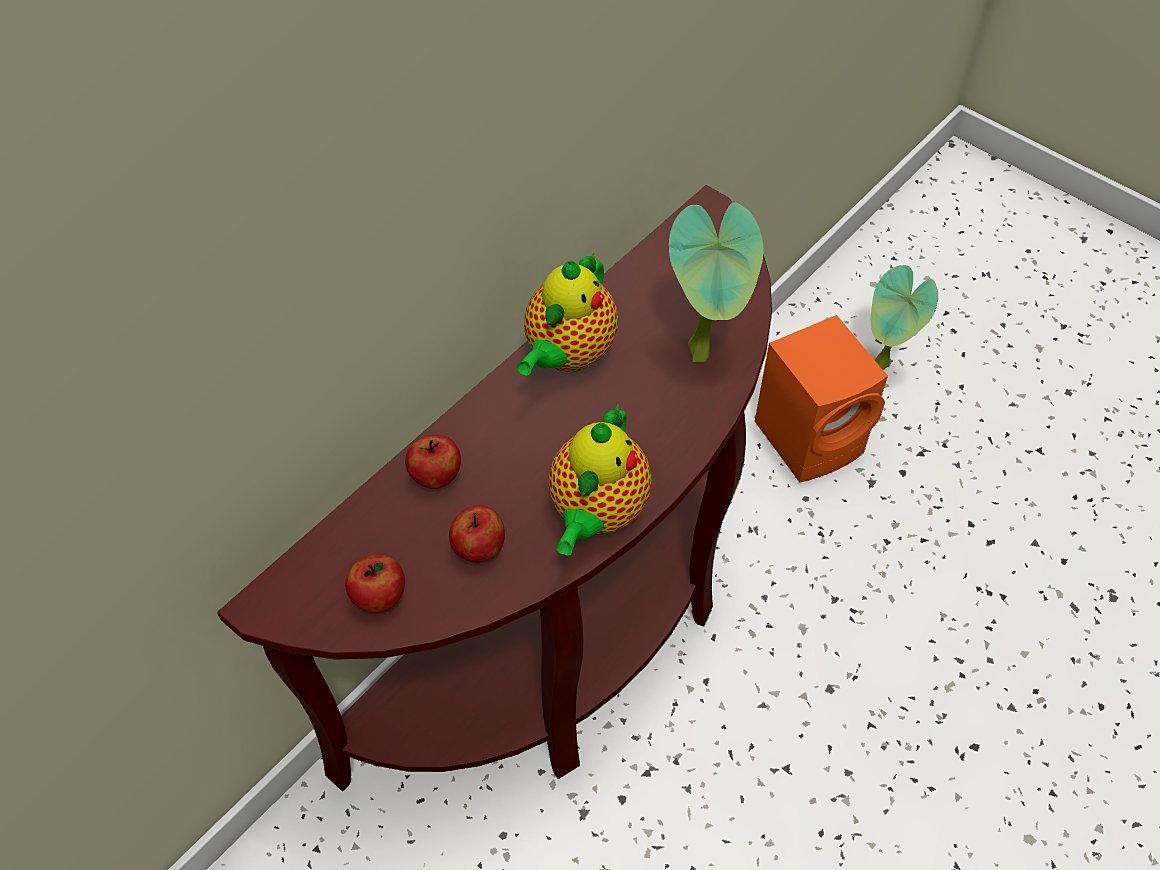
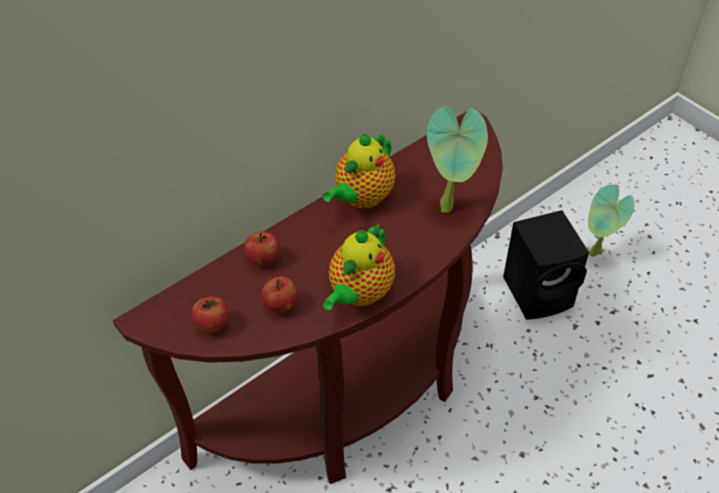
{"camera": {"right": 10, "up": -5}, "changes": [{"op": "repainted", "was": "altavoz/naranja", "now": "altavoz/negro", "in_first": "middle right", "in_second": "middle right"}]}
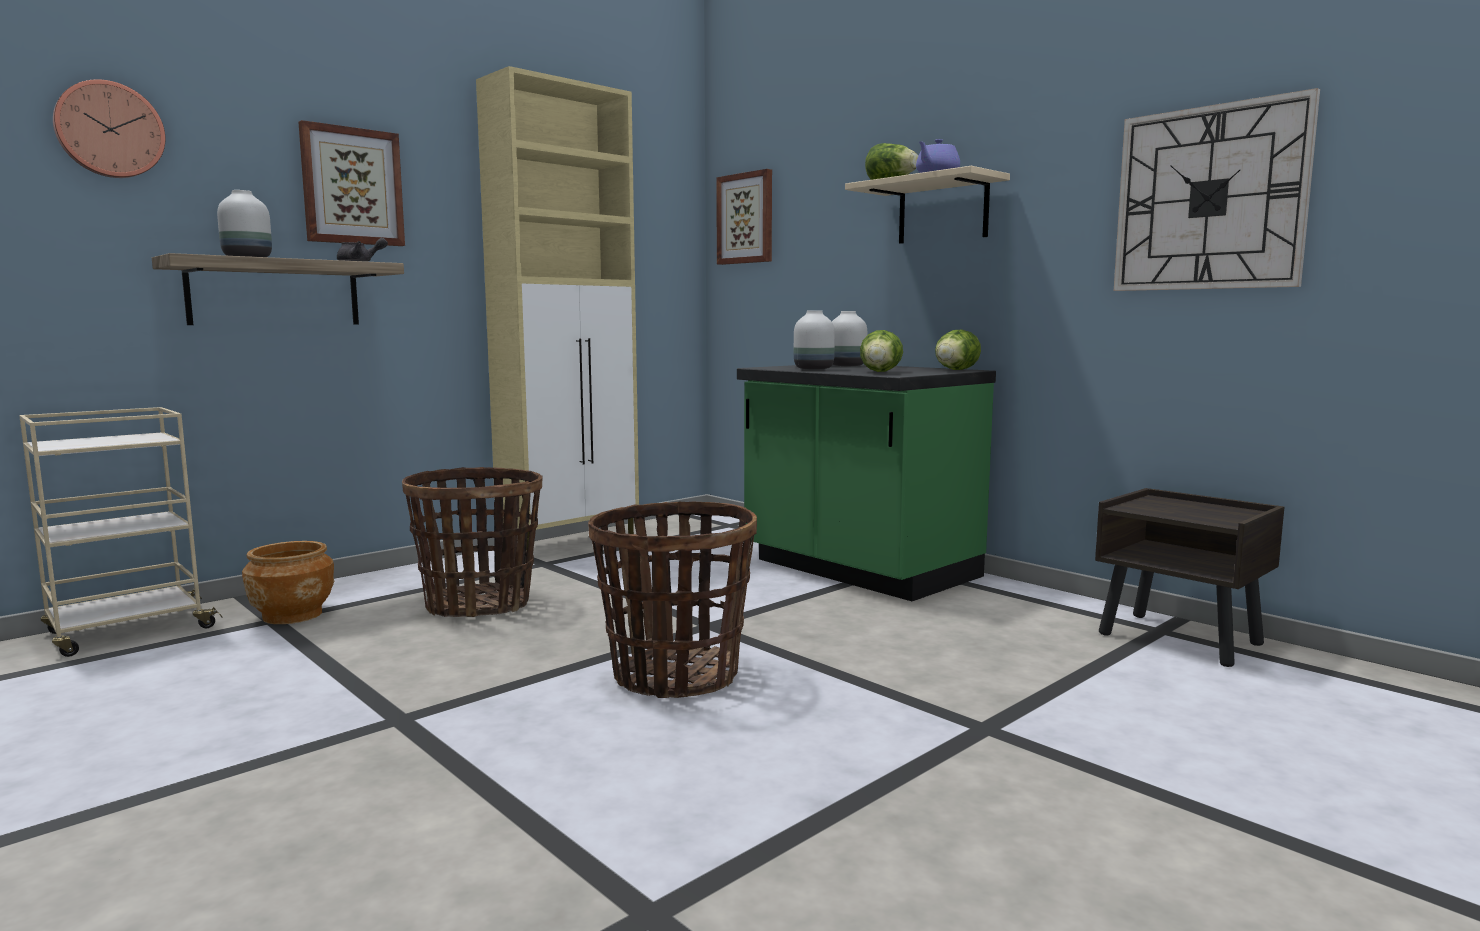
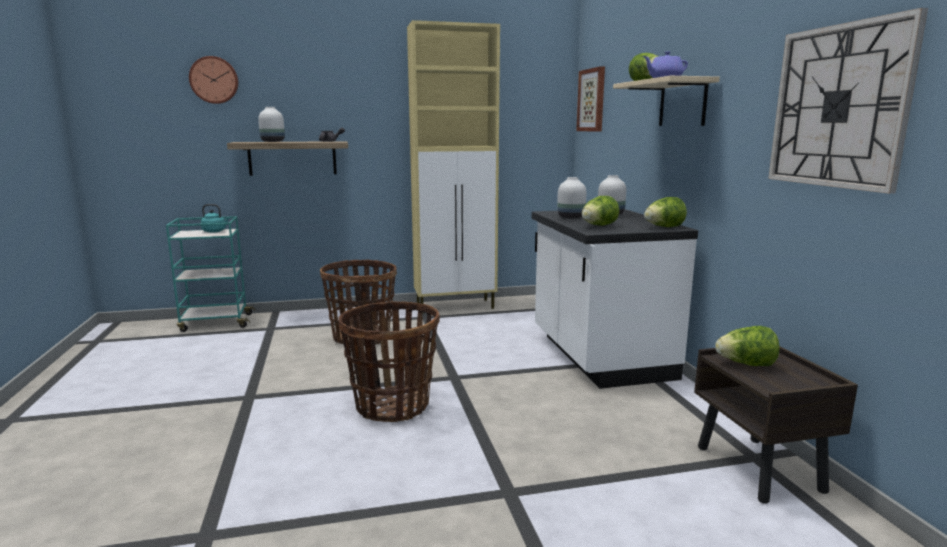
{"camera": {"right": 30, "up": 5}, "changes": [{"op": "repainted", "was": "carrito/beis", "now": "carrito/turquesa", "in_first": "middle left", "in_second": "middle left"}, {"op": "gone", "was": "maceta/marrón", "in_first": "middle left"}, {"op": "gone", "was": "cuadro (no. 1 from left)", "in_first": "top left"}, {"op": "repainted", "was": "mueble bajo de cocina/verde", "now": "mueble bajo de cocina/blanco", "in_first": "centre", "in_second": "centre"}, {"op": "new", "now": "hervidor/turquesa", "in_second": "middle left"}, {"op": "new", "now": "lechuga (no. 4 from left)", "in_second": "middle right"}]}
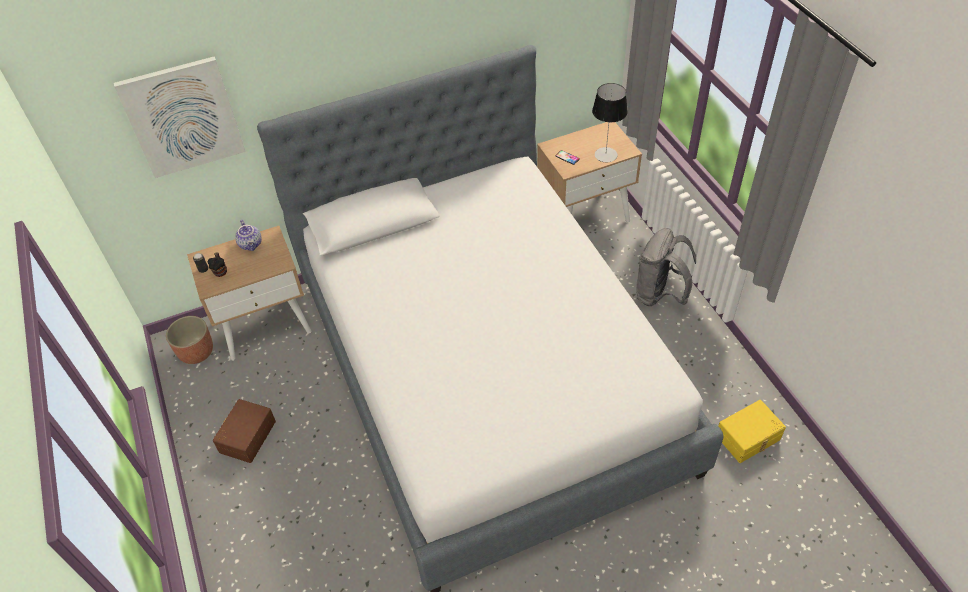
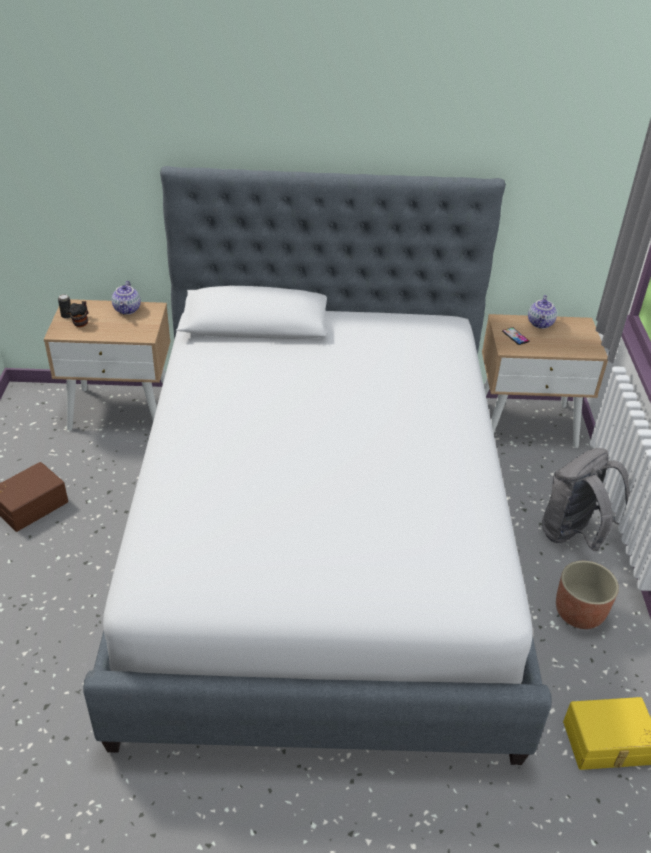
{"camera": {"right": 20, "up": -10}, "changes": [{"op": "gone", "was": "cuadro", "in_first": "top left"}, {"op": "shifted", "was": "maceta", "in_first": "middle left", "in_second": "bottom right"}, {"op": "gone", "was": "lámpara de mesa", "in_first": "top centre"}, {"op": "new", "now": "tetera (no. 2 from left)", "in_second": "middle right"}]}
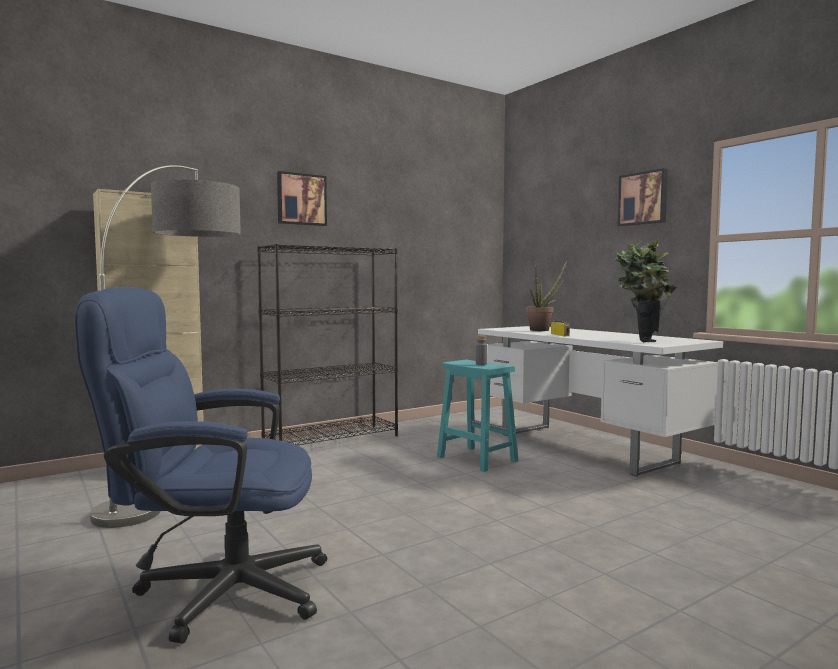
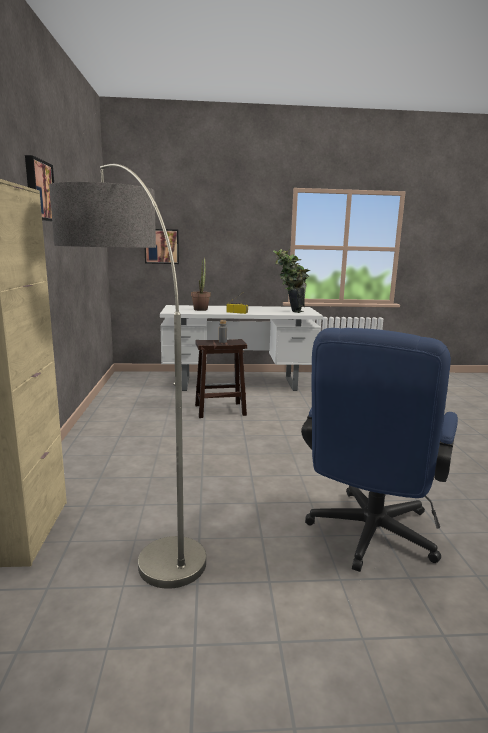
{"camera": {"right": -60, "up": 10}, "changes": [{"op": "gone", "was": "estantería/negro", "in_first": "centre"}, {"op": "repainted", "was": "taburete/turquesa", "now": "taburete/marrón", "in_first": "centre", "in_second": "centre"}, {"op": "shifted", "was": "cuadro (no. 2 from left)", "in_first": "top right", "in_second": "middle left"}]}
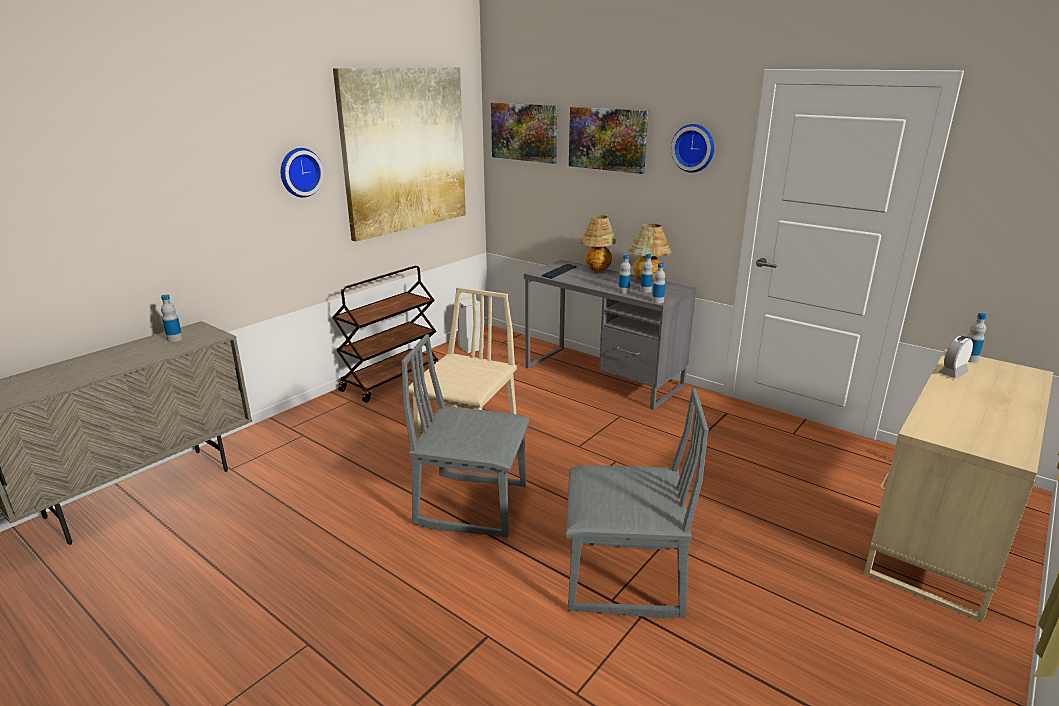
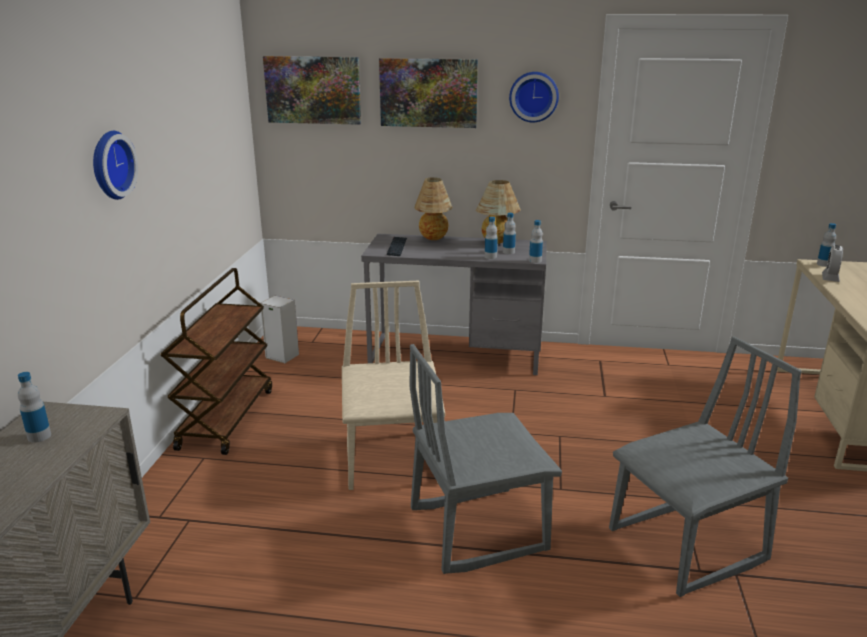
{"camera": {"right": -30, "up": 0}, "changes": [{"op": "gone", "was": "cuadro (no. 1 from left)", "in_first": "top centre"}]}
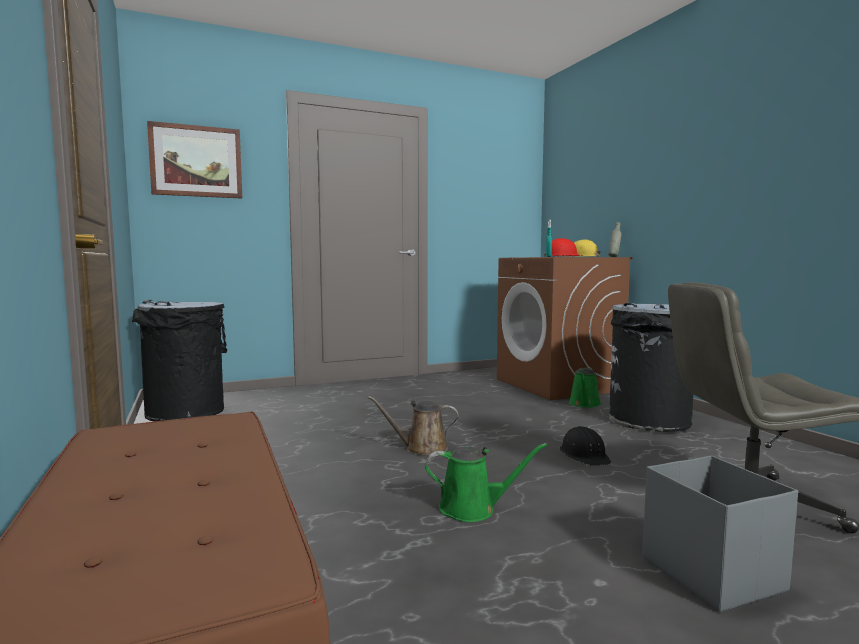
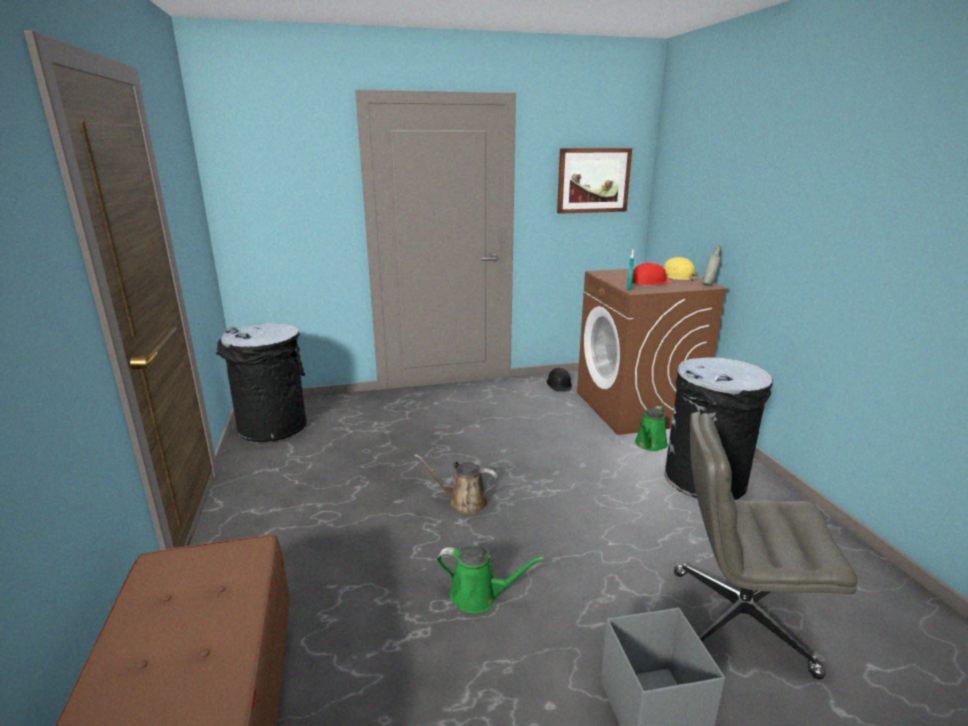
{"camera": {"right": 10, "up": 15}, "changes": [{"op": "shifted", "was": "cuadro", "in_first": "top left", "in_second": "top centre"}, {"op": "shifted", "was": "casco/negro", "in_first": "bottom right", "in_second": "centre"}]}
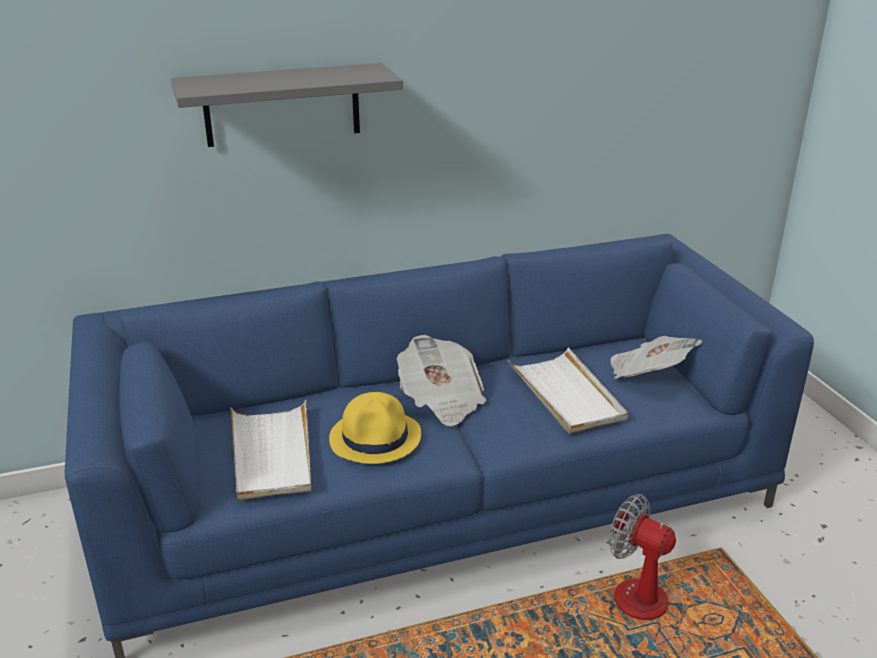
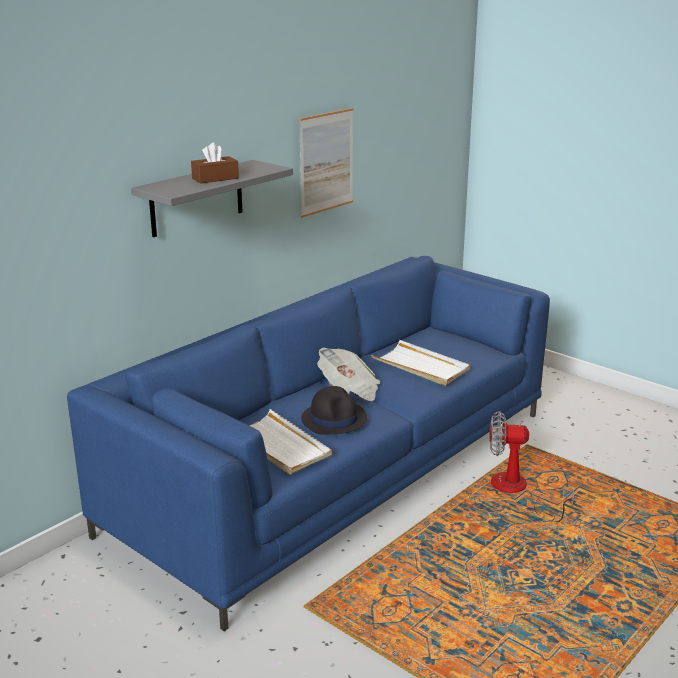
{"camera": {"right": -30, "up": -5}, "changes": [{"op": "repainted", "was": "sombrero/amarillo", "now": "sombrero/negro", "in_first": "centre", "in_second": "centre"}, {"op": "gone", "was": "periódico (no. 2 from left)", "in_first": "middle right"}, {"op": "new", "now": "caja de pañuelos/marrón", "in_second": "top left"}, {"op": "new", "now": "cuadro", "in_second": "top centre"}]}
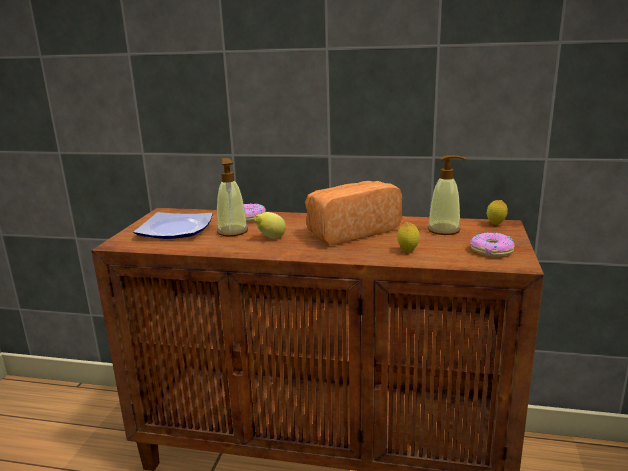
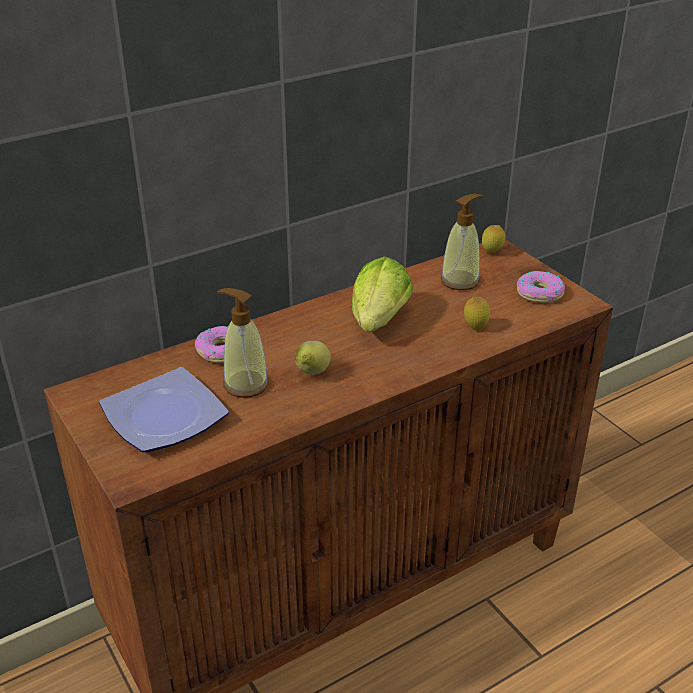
{"camera": {"right": -45, "up": 15}, "changes": [{"op": "swapped", "was": "pan", "now": "lechuga", "in_first": "centre", "in_second": "centre"}]}
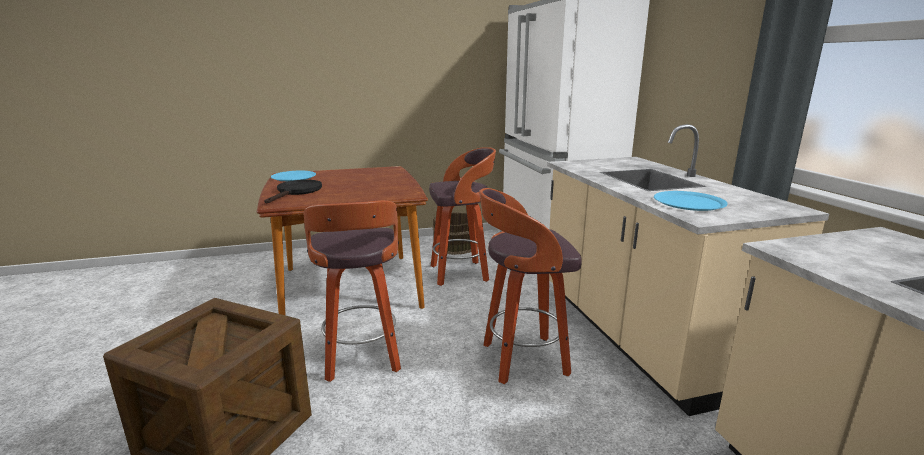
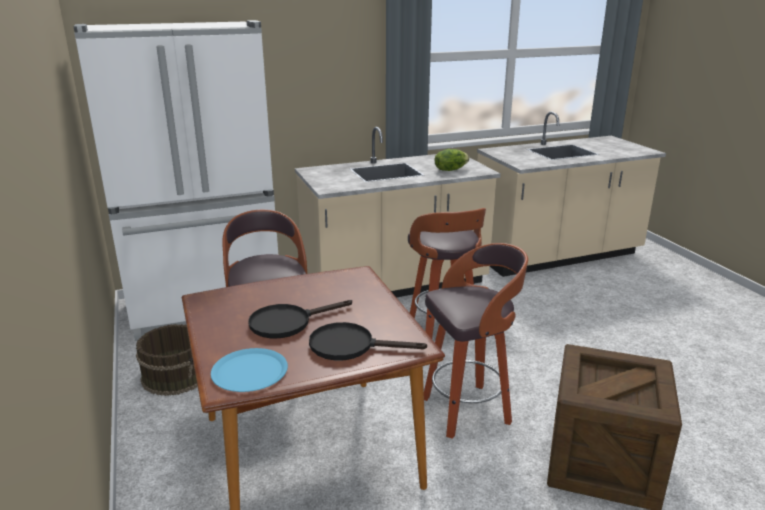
{"camera": {"right": -95, "up": 5}, "changes": [{"op": "swapped", "was": "plato/azul (no. 2 from left)", "now": "lechuga", "in_first": "middle right", "in_second": "top centre"}, {"op": "new", "now": "sartén/negro (no. 1 from left)", "in_second": "centre"}]}
